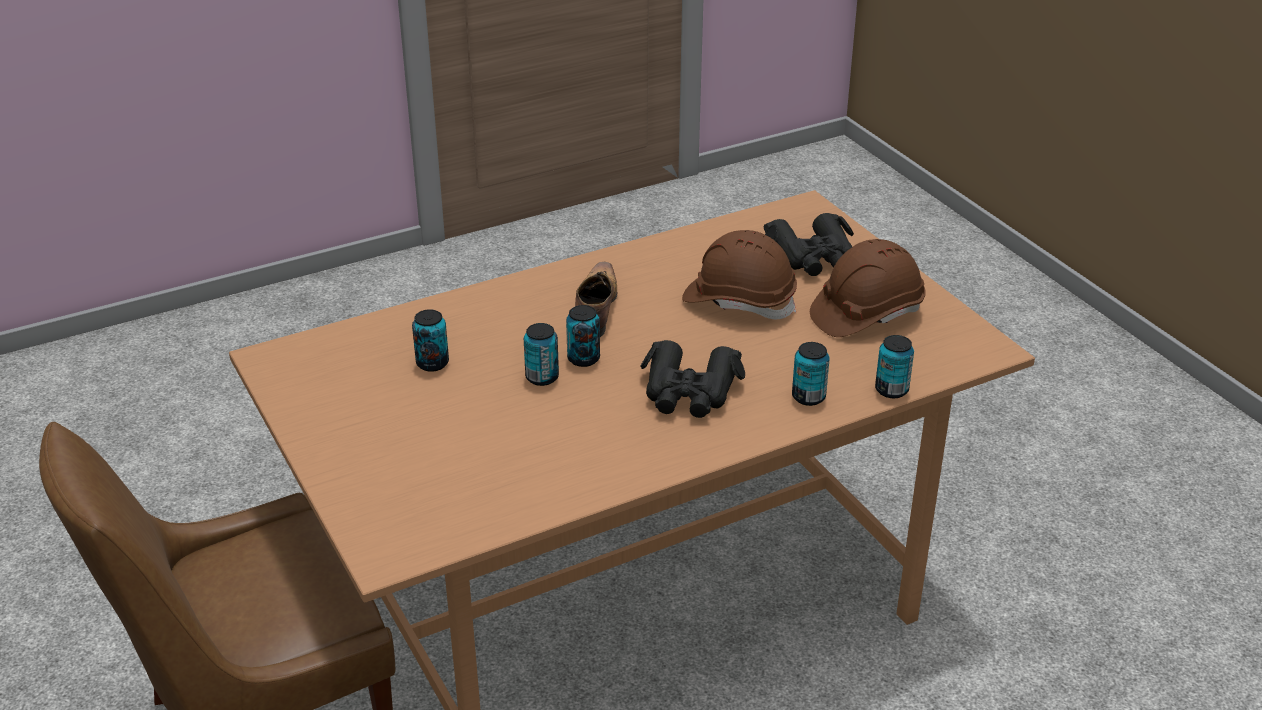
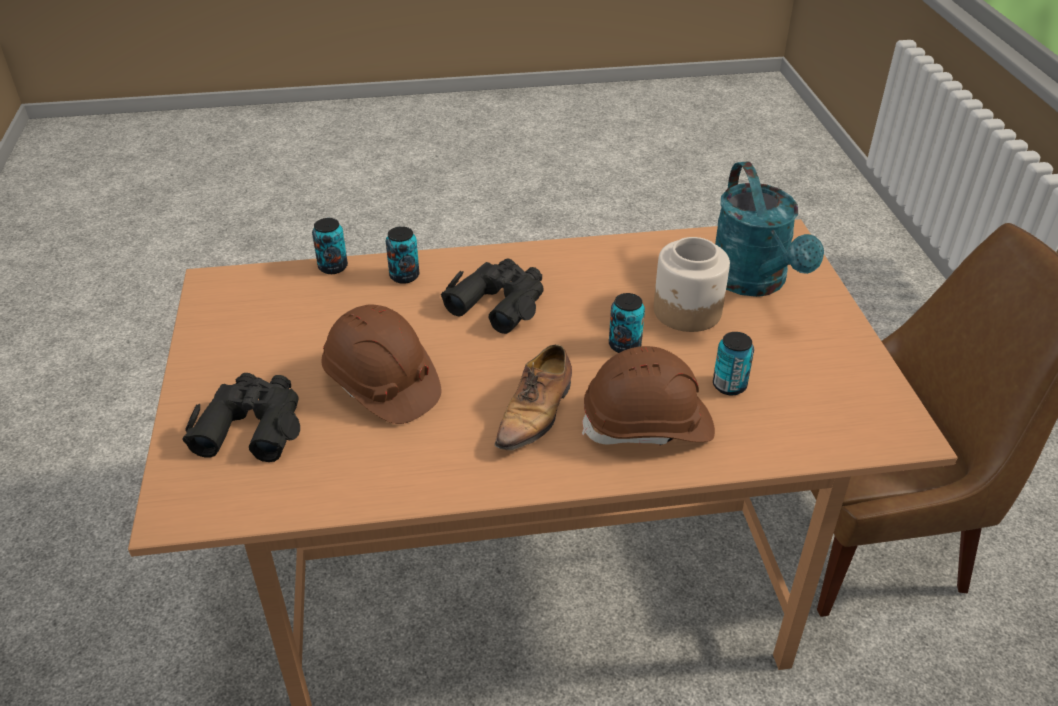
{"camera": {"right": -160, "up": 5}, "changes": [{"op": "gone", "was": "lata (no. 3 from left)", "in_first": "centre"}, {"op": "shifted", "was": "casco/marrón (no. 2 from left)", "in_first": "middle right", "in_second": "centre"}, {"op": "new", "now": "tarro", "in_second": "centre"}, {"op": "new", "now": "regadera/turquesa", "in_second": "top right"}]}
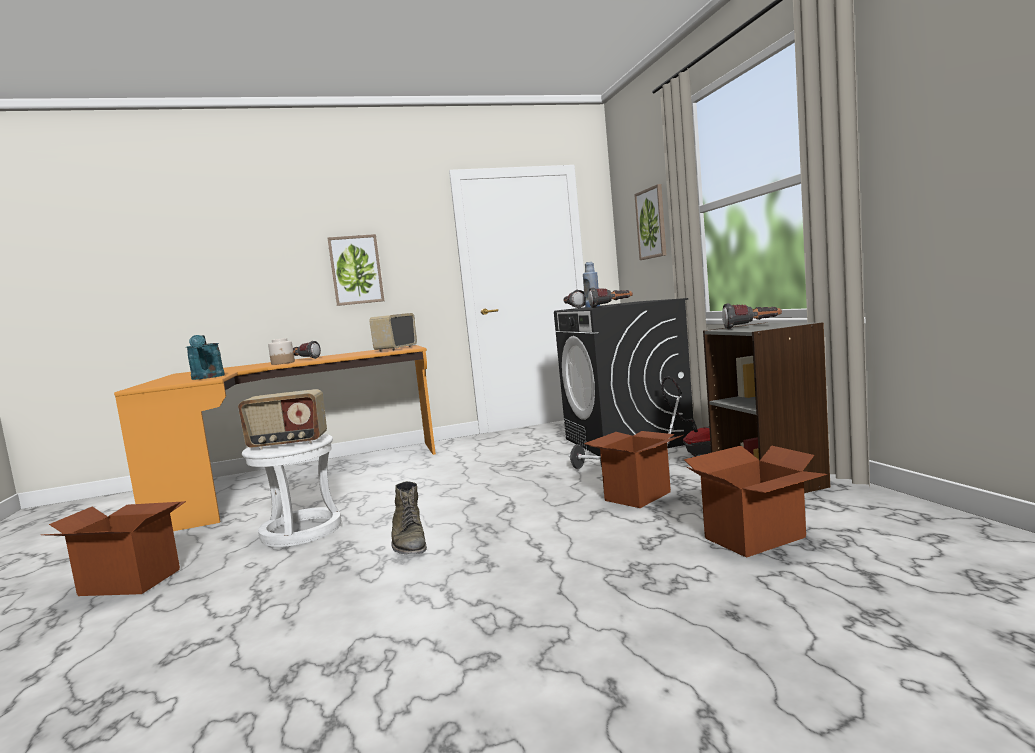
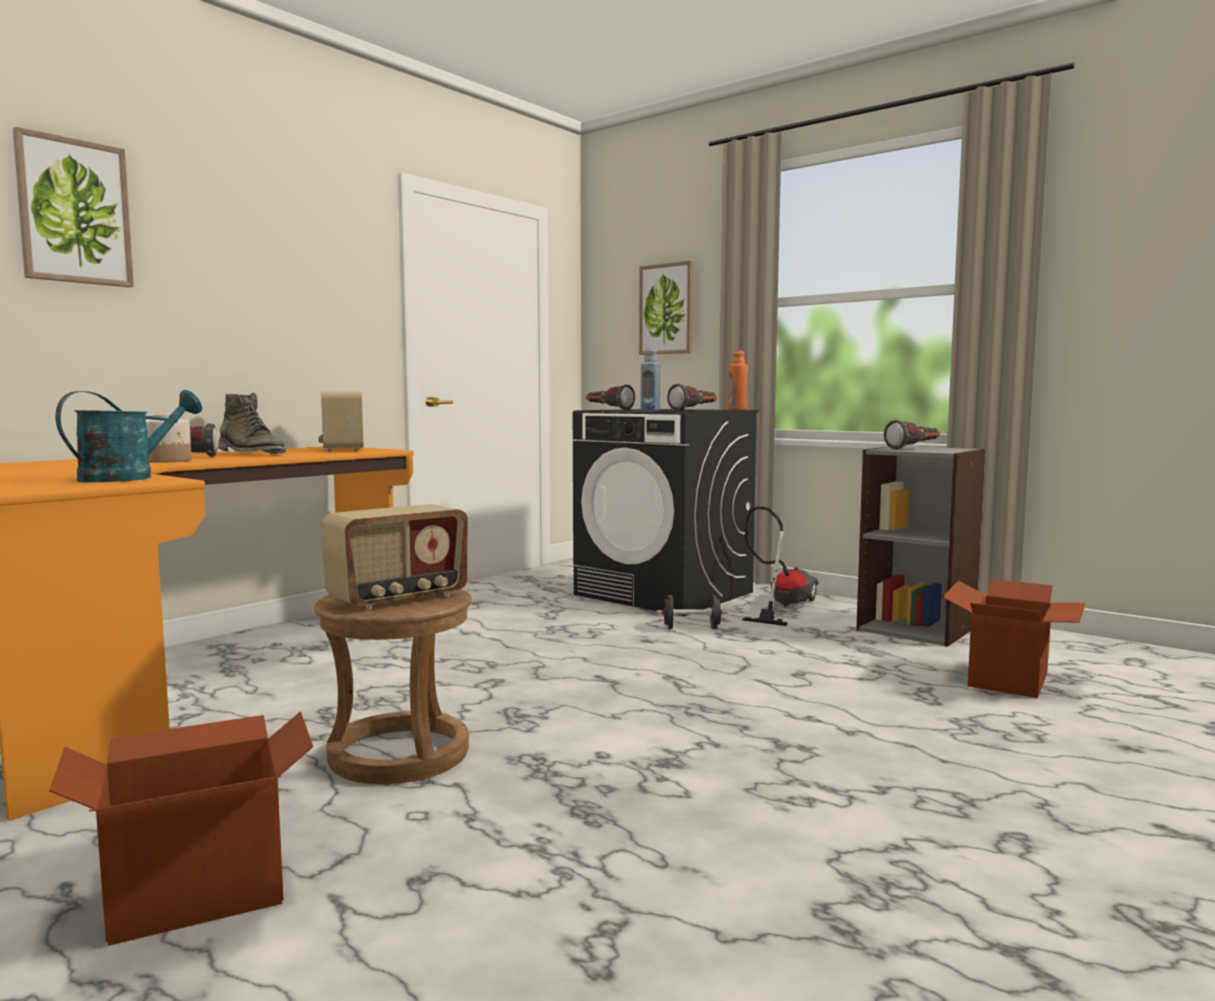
{"camera": {"right": -35, "up": 0}, "changes": [{"op": "rotated", "was": "regadera/turquesa", "in_first": "middle left", "in_second": "middle left", "clockwise": -90}, {"op": "repainted", "was": "taburete/blanco", "now": "taburete/marrón", "in_first": "middle left", "in_second": "bottom left"}, {"op": "shifted", "was": "cuadro (no. 1 from left)", "in_first": "centre", "in_second": "top left"}, {"op": "shifted", "was": "bota/verde", "in_first": "bottom centre", "in_second": "middle left"}, {"op": "gone", "was": "caja de cartón (no. 2 from left)", "in_first": "centre"}, {"op": "new", "now": "botella/naranja", "in_second": "centre"}]}
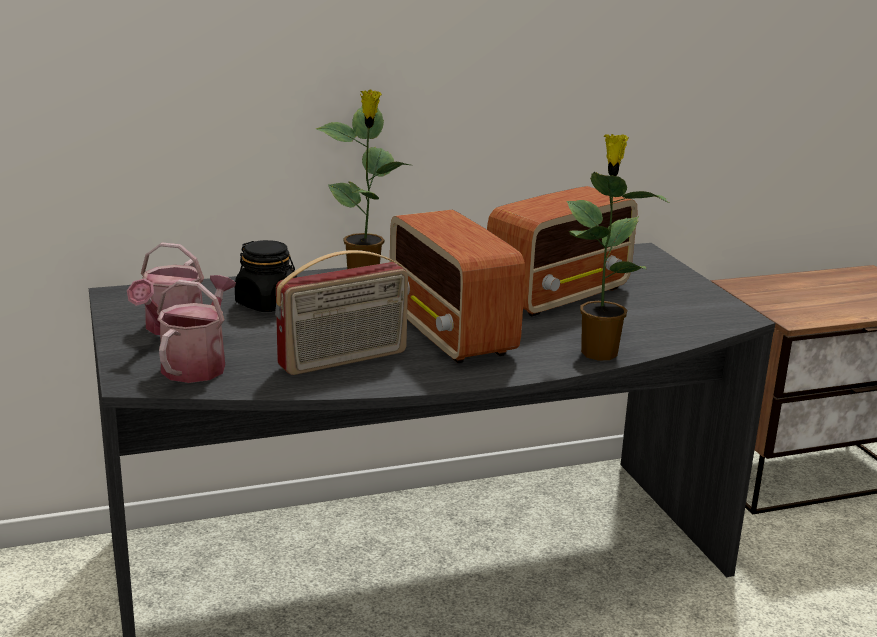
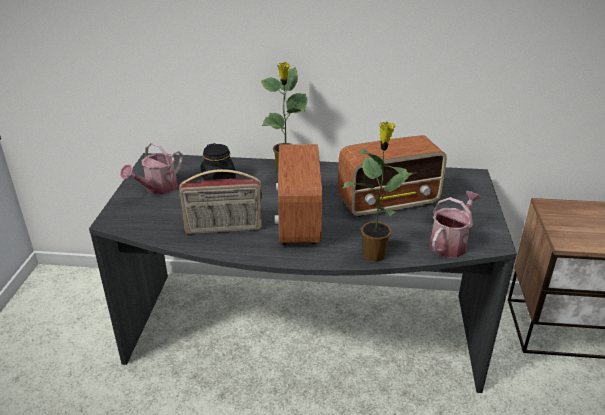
{"camera": {"right": 25, "up": 10}, "changes": [{"op": "shifted", "was": "regadera (no. 2 from left)", "in_first": "middle left", "in_second": "middle right"}]}
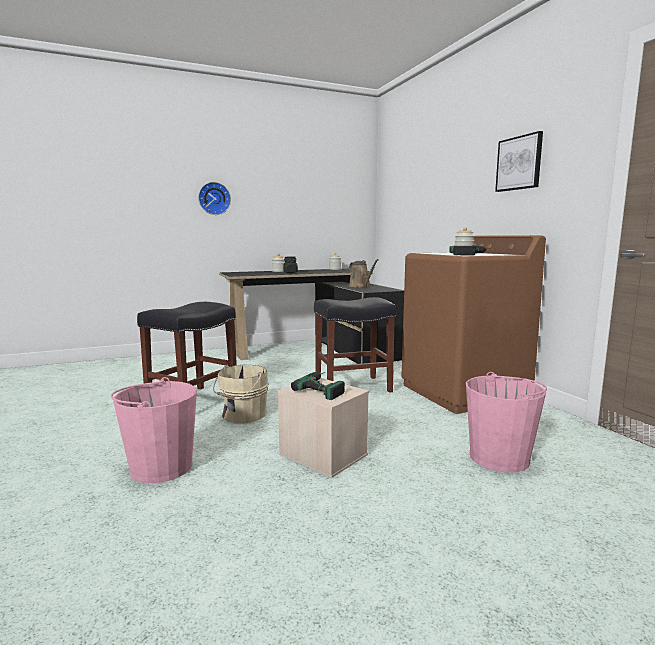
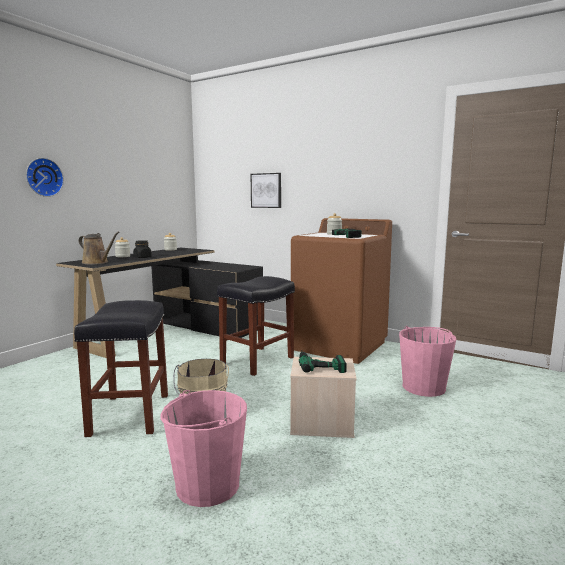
{"camera": {"right": -35, "up": 0}, "changes": [{"op": "shifted", "was": "regadera/marrón", "in_first": "centre", "in_second": "middle left"}, {"op": "shifted", "was": "cuadro", "in_first": "top right", "in_second": "centre"}]}
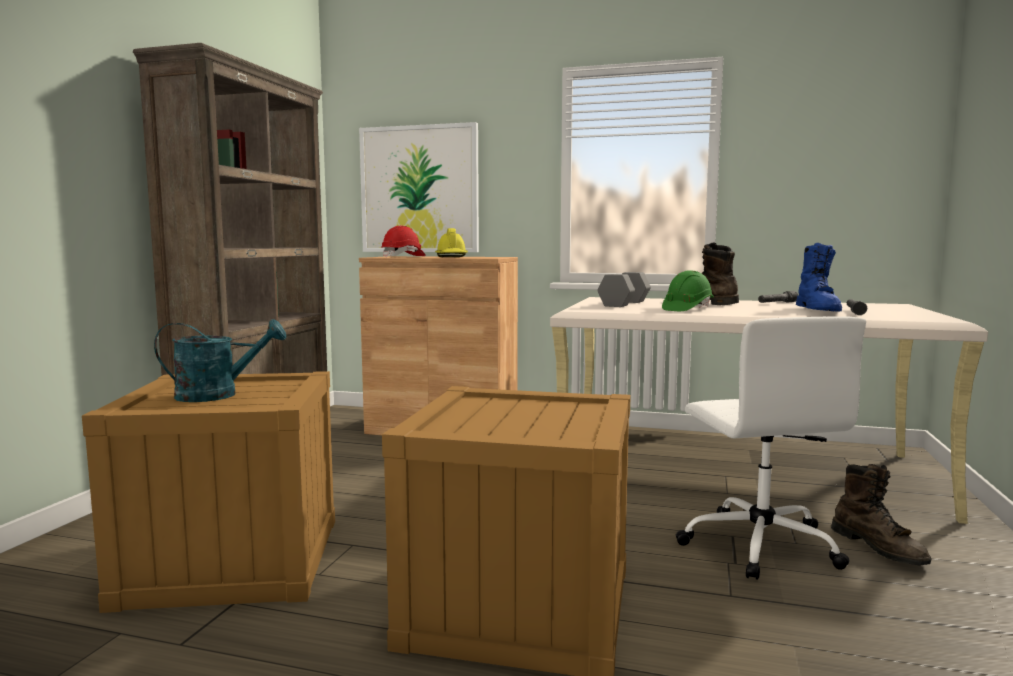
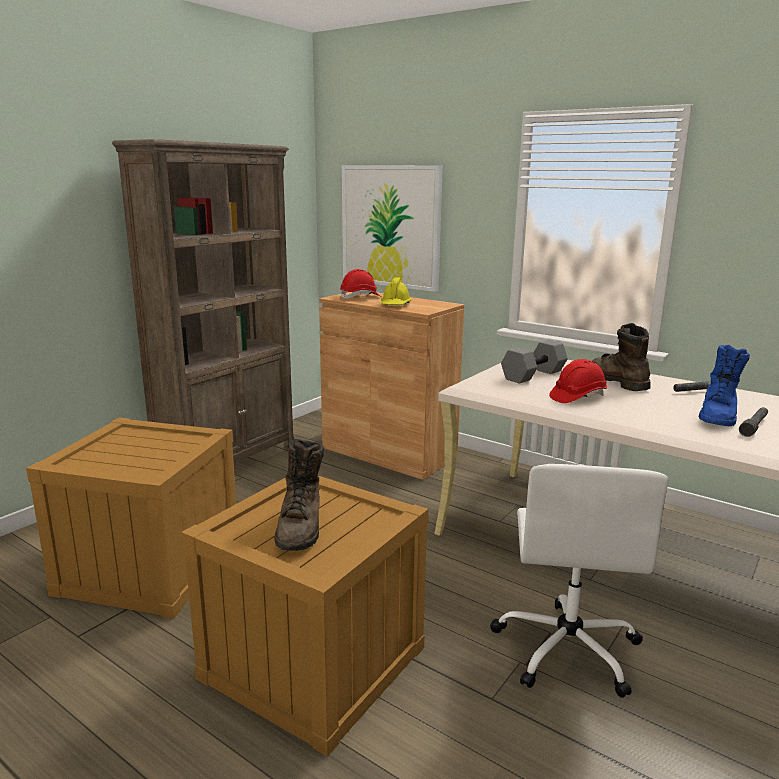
{"camera": {"right": 20, "up": 10}, "changes": [{"op": "gone", "was": "regadera/turquesa", "in_first": "middle left"}, {"op": "repainted", "was": "casco/verde", "now": "casco/rojo (no. 2 from left)", "in_first": "middle right", "in_second": "middle right"}, {"op": "shifted", "was": "bota/marrón (no. 2 from left in the first image)", "now": "bota/marrón (no. 1 from left)", "in_first": "bottom right", "in_second": "centre"}]}
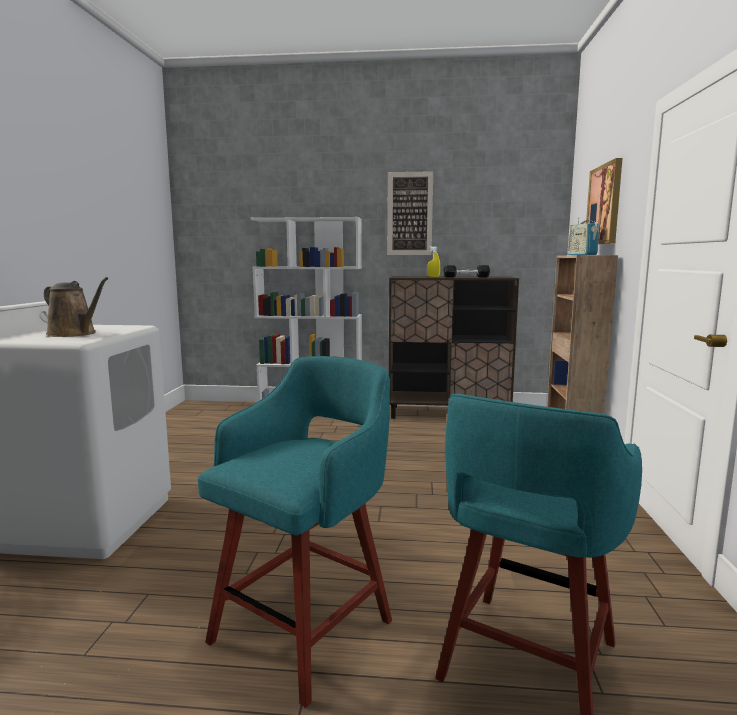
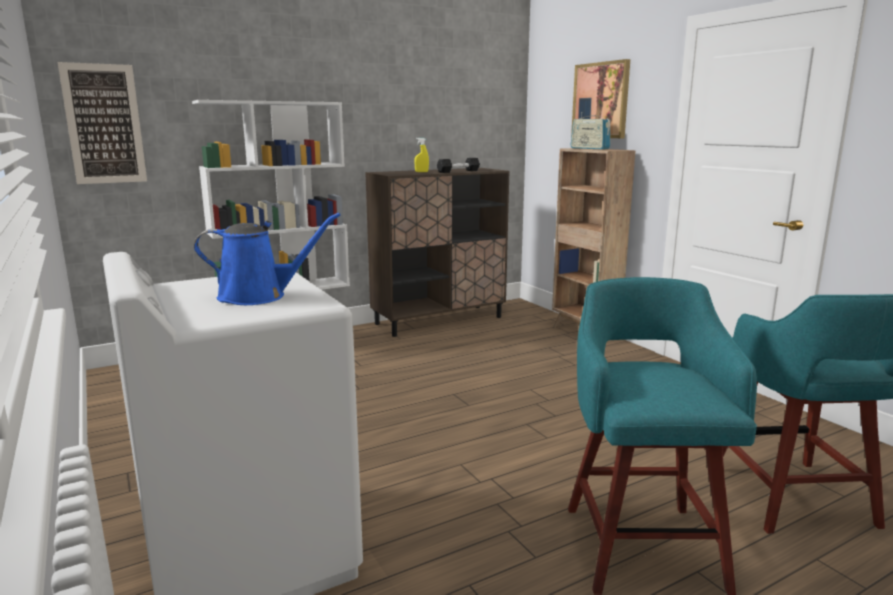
{"camera": {"right": -35, "up": 5}, "changes": [{"op": "repainted", "was": "regadera/marrón", "now": "regadera/azul", "in_first": "middle left", "in_second": "middle left"}, {"op": "shifted", "was": "cuadro (no. 1 from left)", "in_first": "top centre", "in_second": "top left"}]}
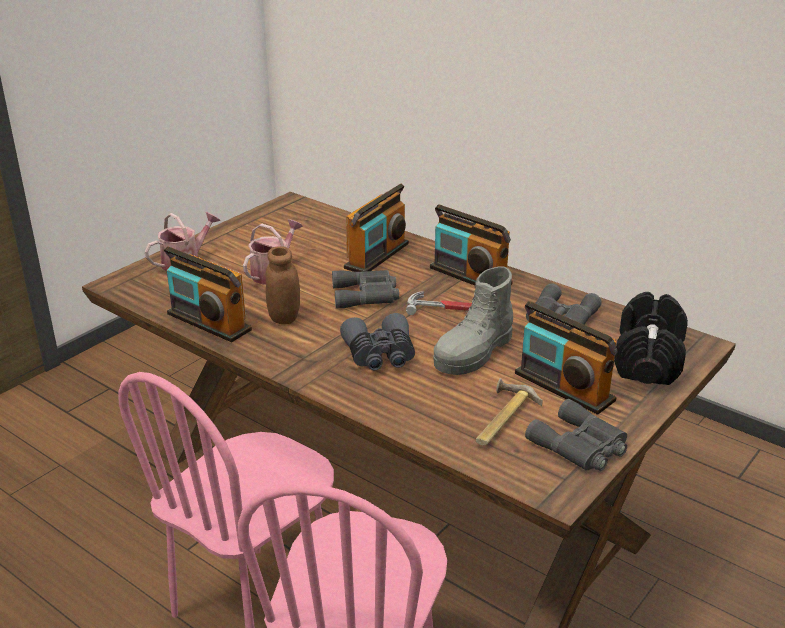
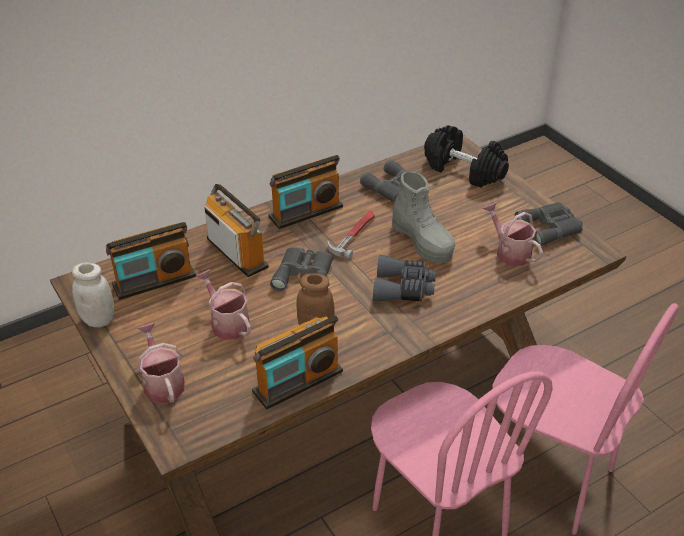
{"camera": {"right": -70, "up": 10}, "changes": [{"op": "swapped", "was": "martillo (no. 2 from left)", "now": "regadera (no. 3 from left)", "in_first": "centre", "in_second": "middle right"}, {"op": "shifted", "was": "radio (no. 4 from left in the first image)", "now": "radio (no. 1 from left)", "in_first": "middle right", "in_second": "middle left"}, {"op": "new", "now": "tarro/blanco", "in_second": "middle left"}]}
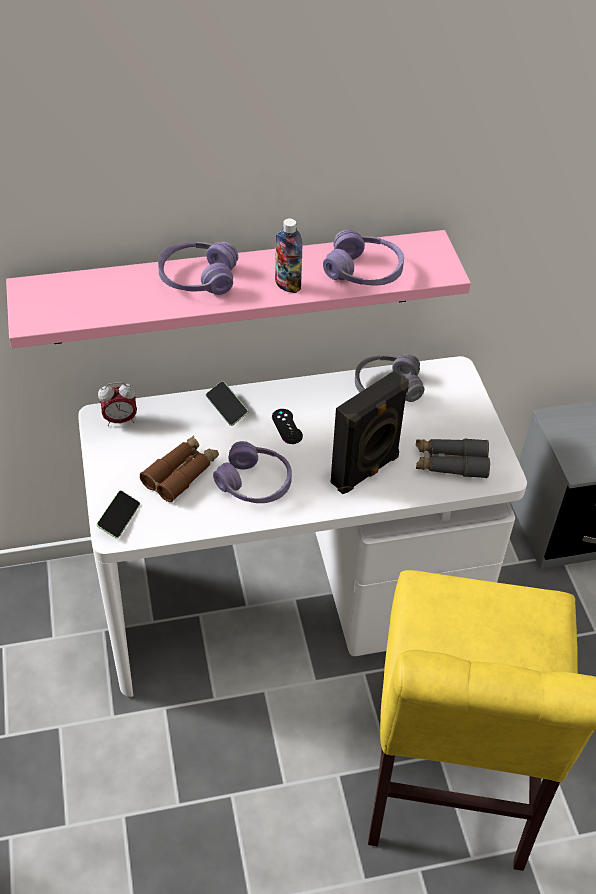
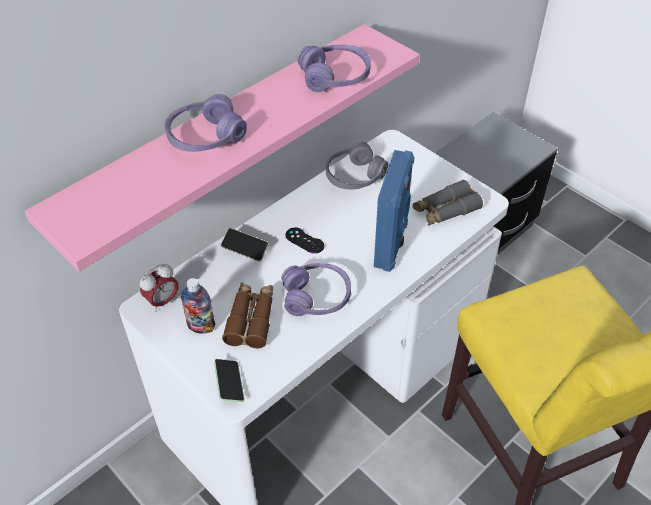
{"camera": {"right": -30, "up": 0}, "changes": [{"op": "shifted", "was": "botella", "in_first": "top centre", "in_second": "middle left"}, {"op": "repainted", "was": "altavoz/negro", "now": "altavoz/azul", "in_first": "centre", "in_second": "centre"}]}
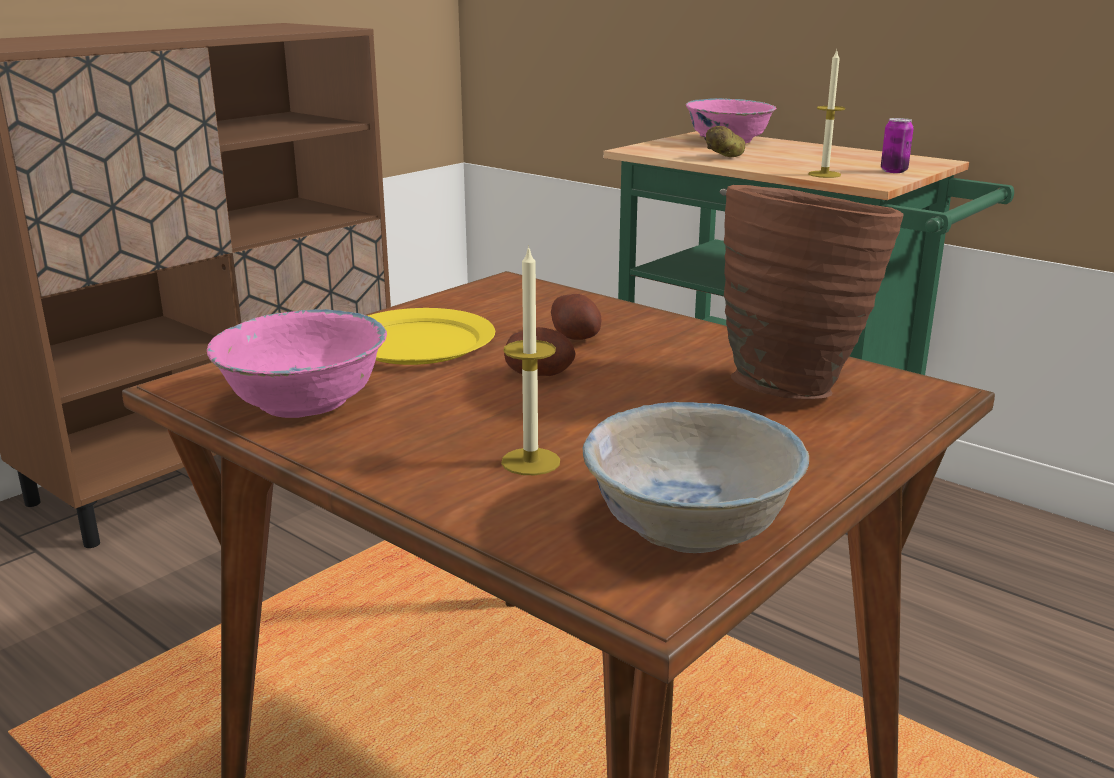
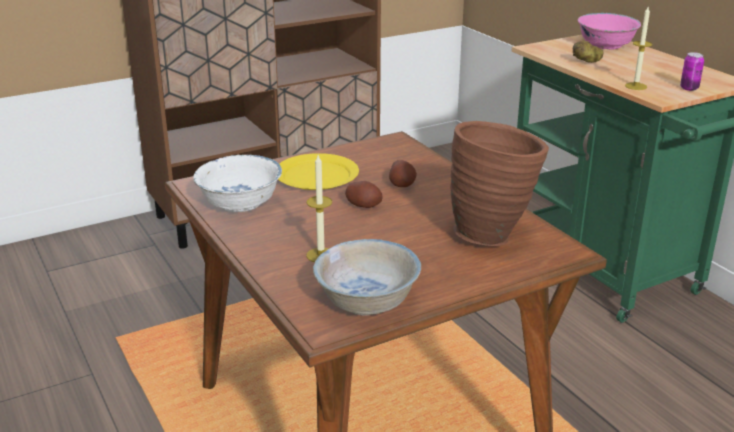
{"camera": {"right": 20, "up": 5}, "changes": [{"op": "repainted", "was": "cuenco/rosa (no. 1 from left)", "now": "cuenco/blanco (no. 1 from left)", "in_first": "middle left", "in_second": "middle left"}]}
